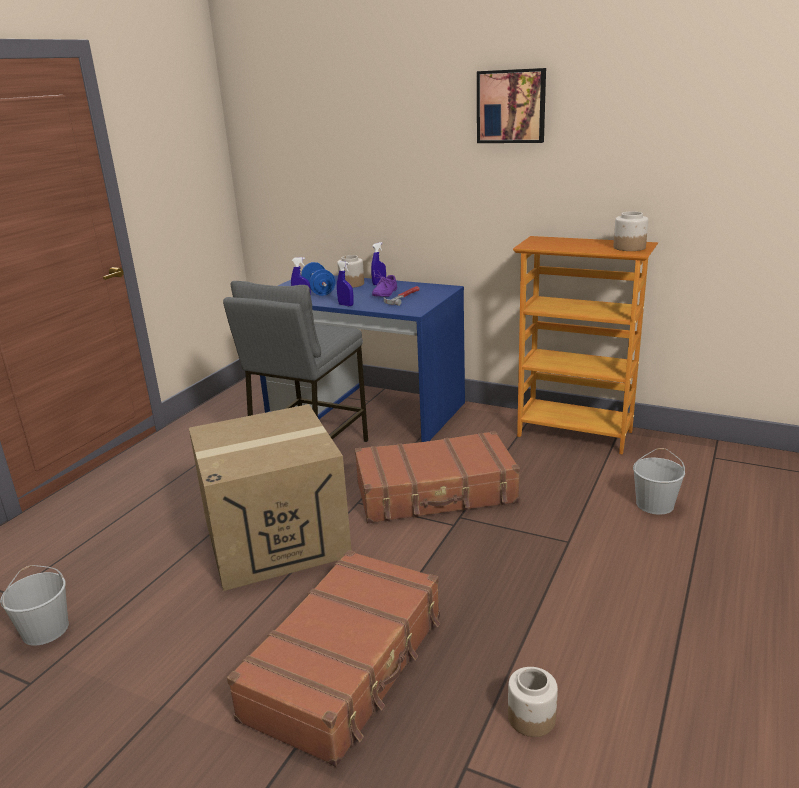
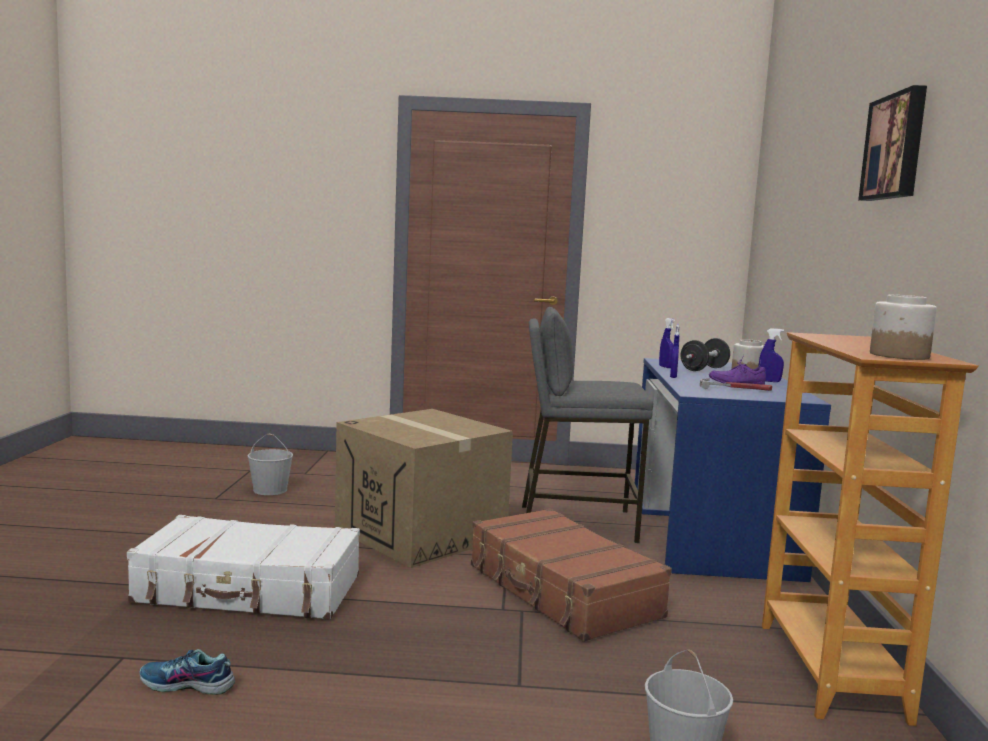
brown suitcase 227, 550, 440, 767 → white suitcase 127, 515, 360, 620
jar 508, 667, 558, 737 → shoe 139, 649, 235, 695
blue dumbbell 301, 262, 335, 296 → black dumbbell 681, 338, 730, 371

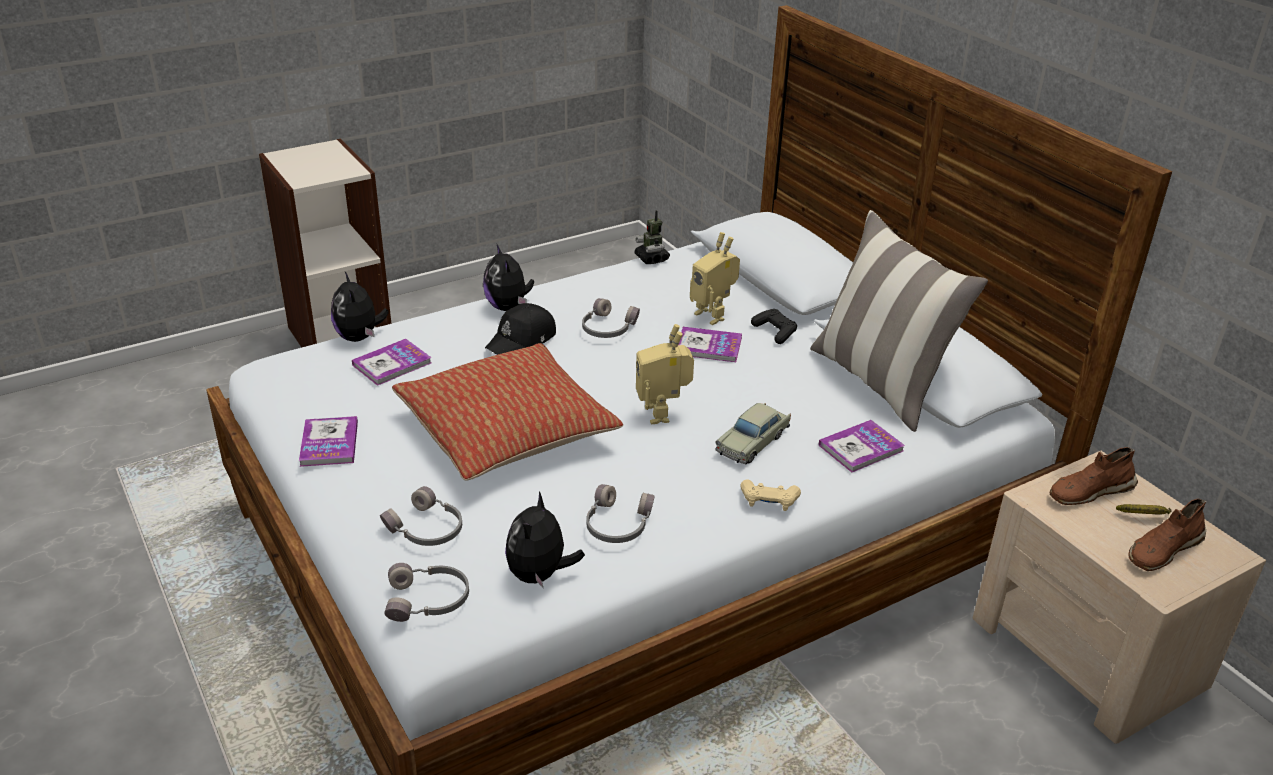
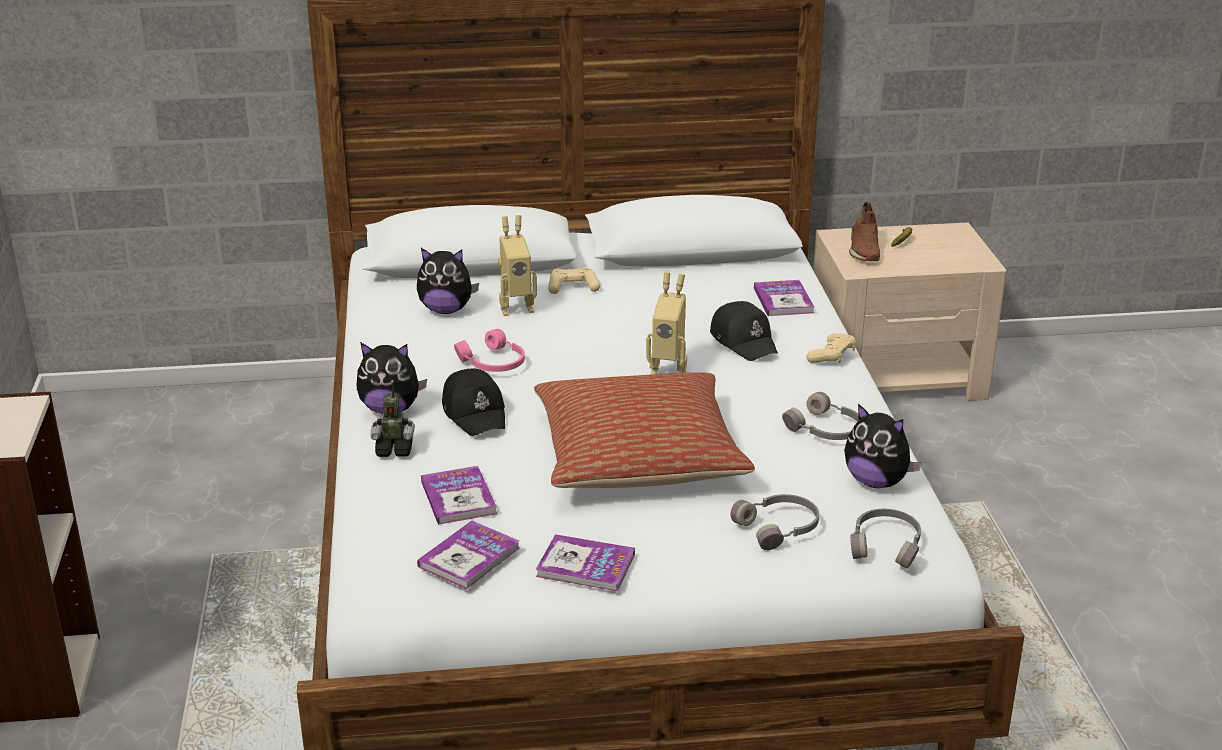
toy robot 634, 210, 670, 264 → toy robot 370, 382, 415, 457, moved
plush toy 331, 272, 389, 342 → plush toy 417, 248, 479, 314, moved
book 678, 327, 742, 362 → book 417, 521, 520, 589, moved
grey headphones 582, 298, 640, 338 → pink headphones 454, 329, 525, 372
black game controller 751, 309, 797, 344 → beige game controller 548, 267, 600, 294
beige toy car 716, 403, 791, 464 → black cap 710, 301, 778, 361
pillow 810, 210, 988, 432 → -
brown shoe 1129, 498, 1206, 571 → -

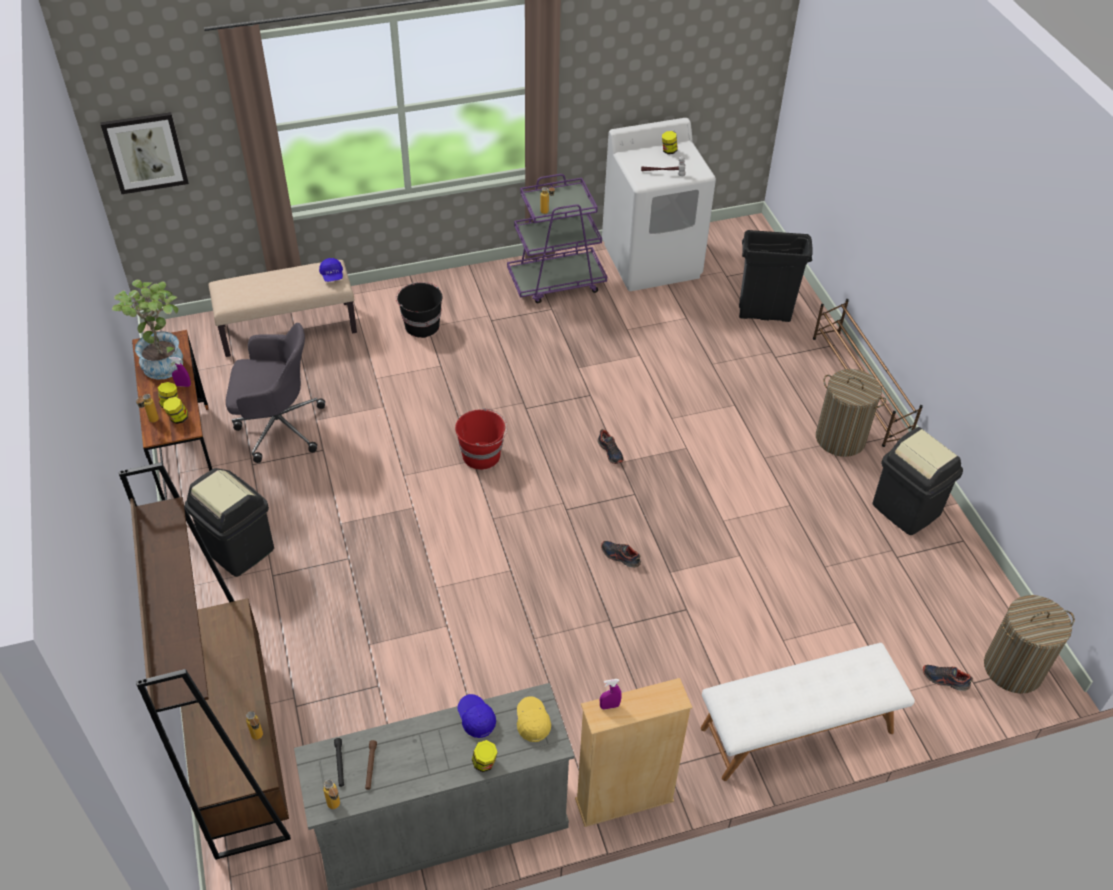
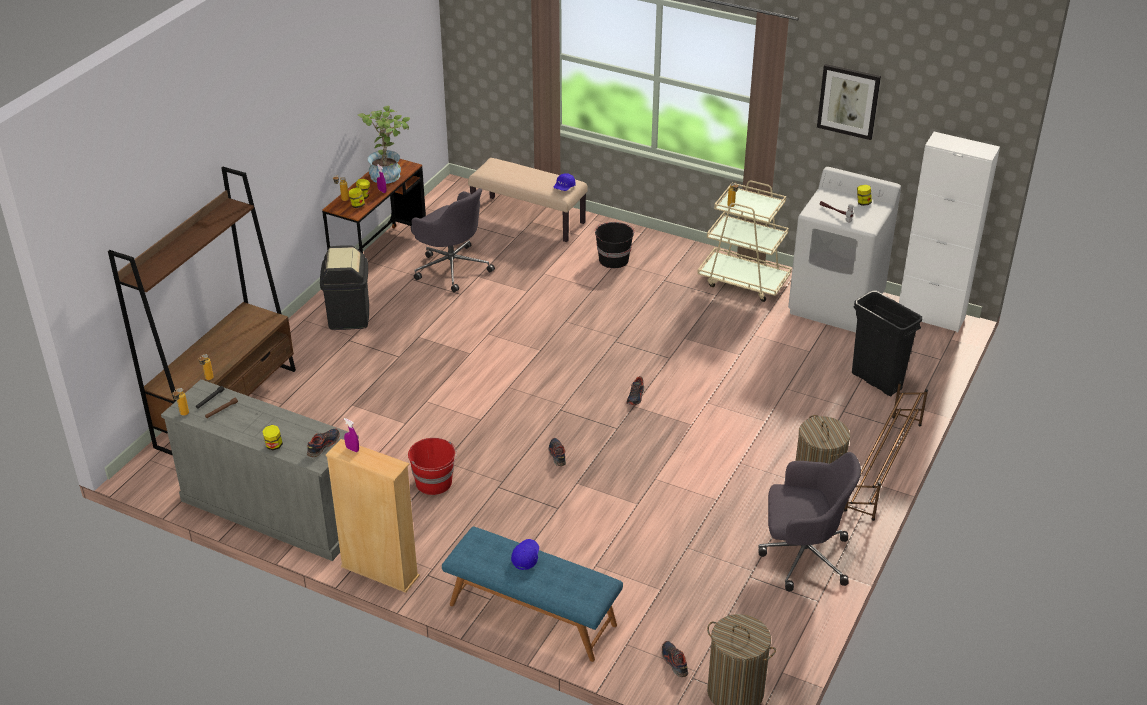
yellow cap 517, 696, 551, 742 → shoe 307, 429, 340, 457
red bucket 455, 408, 507, 470 → red bucket 408, 438, 457, 495, moved
white bench 701, 643, 915, 781 → blue bench 442, 526, 623, 662
blue cap 457, 694, 496, 738 → blue cap 511, 539, 539, 570, moved
purple cart 507, 174, 607, 303 → beige cart 697, 181, 792, 302
black trash can 873, 427, 963, 535 → grey office chair 758, 452, 861, 591
picture 100, 112, 189, 194 → picture 817, 64, 881, 140, moved
- → white cabinet 899, 132, 1000, 333

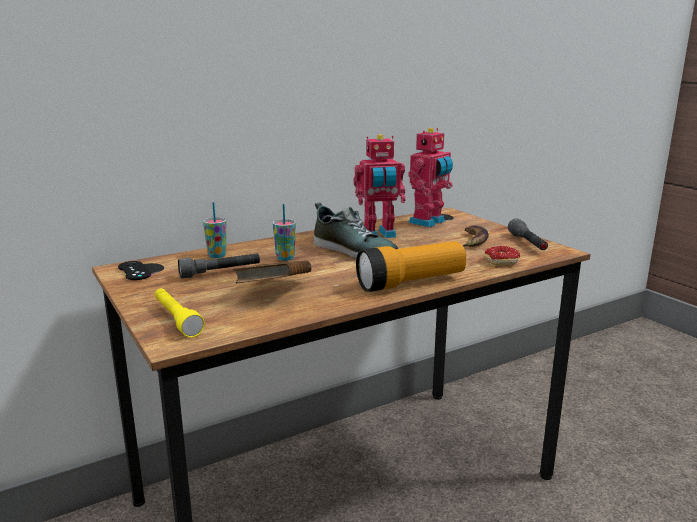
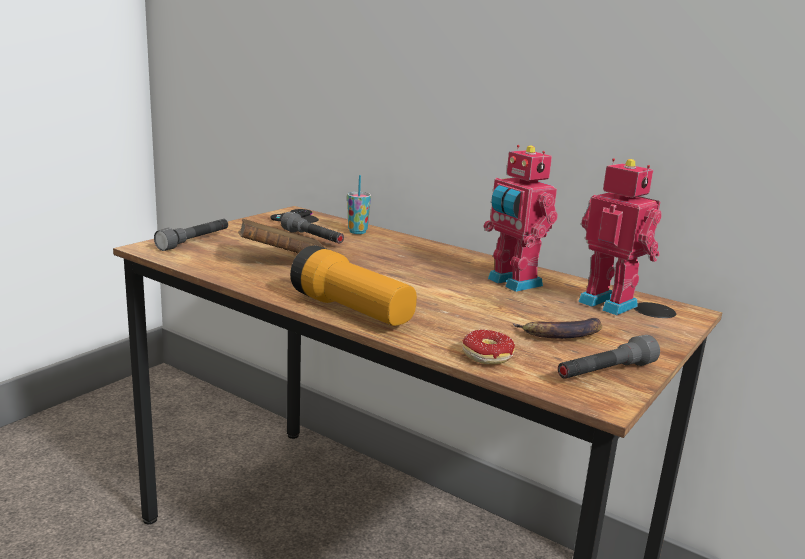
yellow flashlight 155, 288, 205, 337 → grey flashlight 154, 219, 228, 251
toy robot 409, 128, 453, 227 → toy robot 578, 158, 662, 315, 150 degrees counterclockwise
cup 273, 204, 296, 261 → -
shoe 314, 202, 398, 259 → -

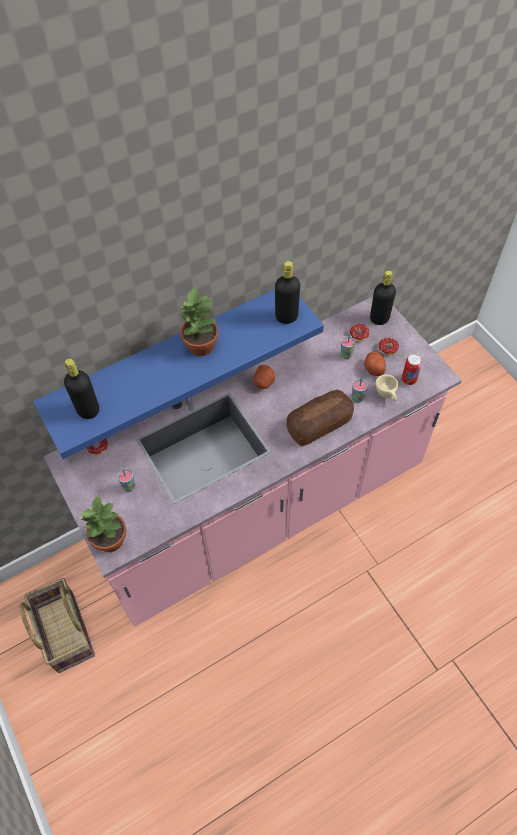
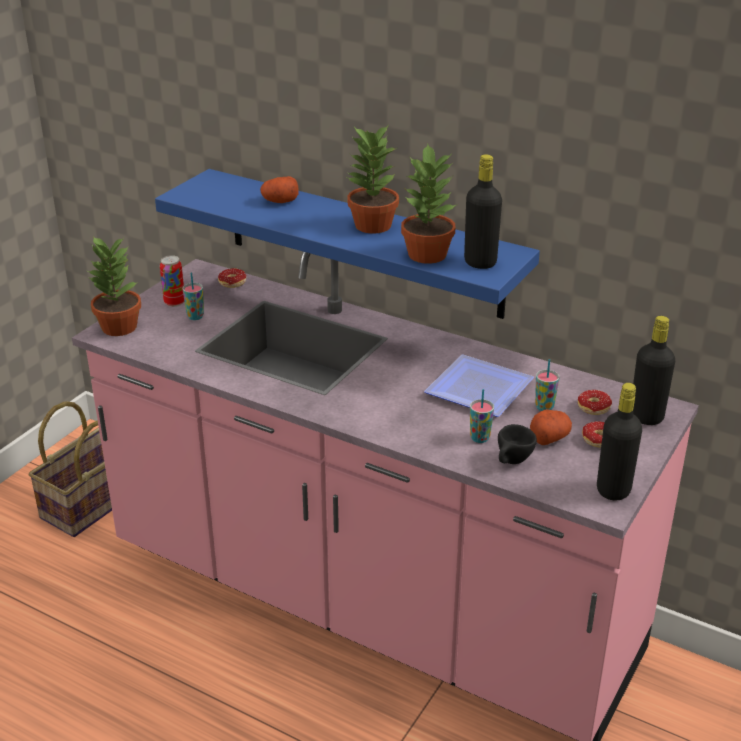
can 402, 354, 422, 385 → can 160, 255, 185, 307, moved
potato 253, 364, 275, 389 → potato 260, 176, 299, 203, moved
- → potted plant 401, 144, 456, 264
- → plate 424, 355, 534, 417
beige cup 376, 374, 398, 401 → black cup 498, 424, 537, 464
black bottle 64, 359, 99, 419 → black bottle 597, 383, 642, 500, moved
bread 286, 390, 354, 446 → -

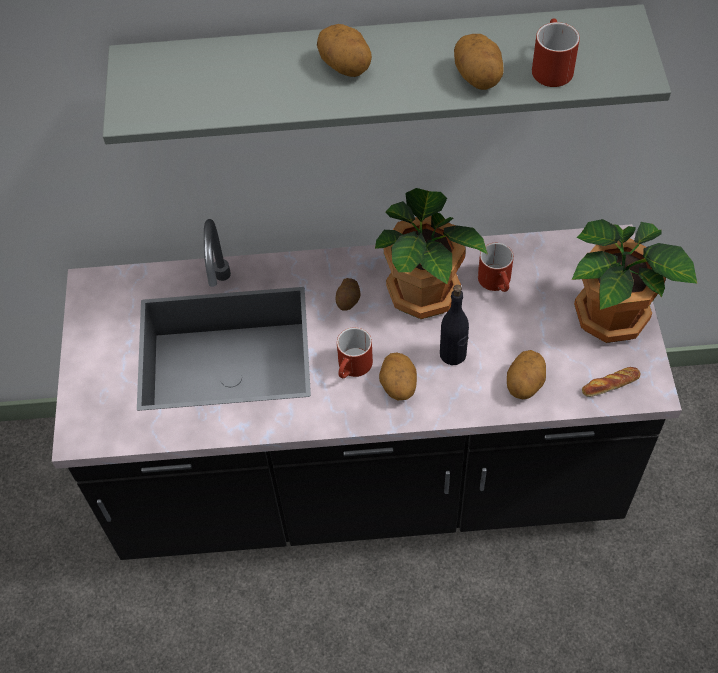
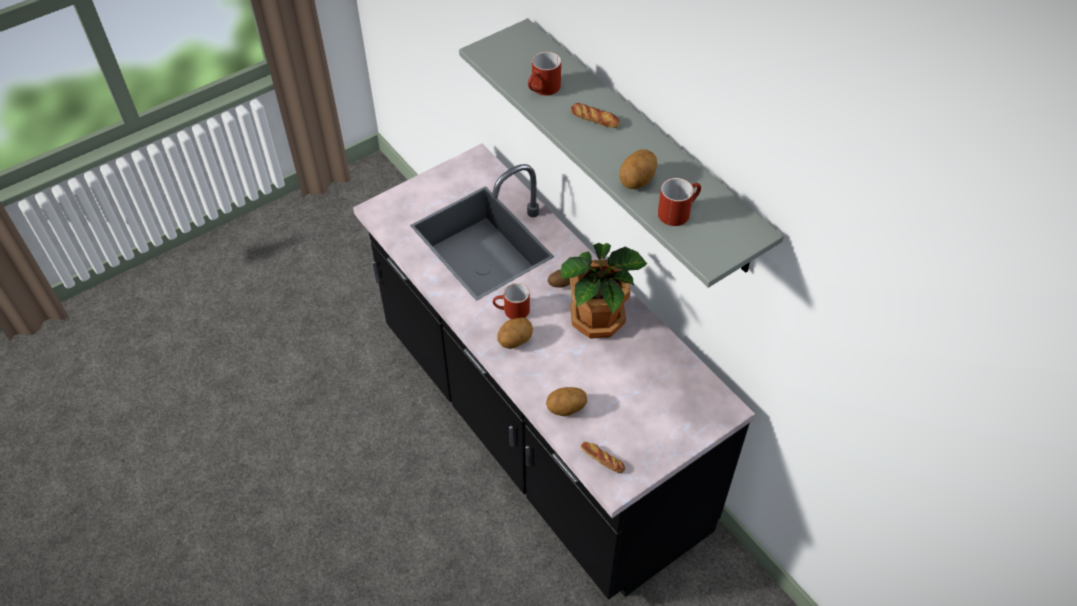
red mug 478, 243, 514, 292 → red mug 528, 51, 561, 96, moved
potato 317, 24, 372, 77 → bread 570, 103, 620, 128
black bottle 440, 285, 469, 365 → -
potted plant 572, 219, 697, 343 → -

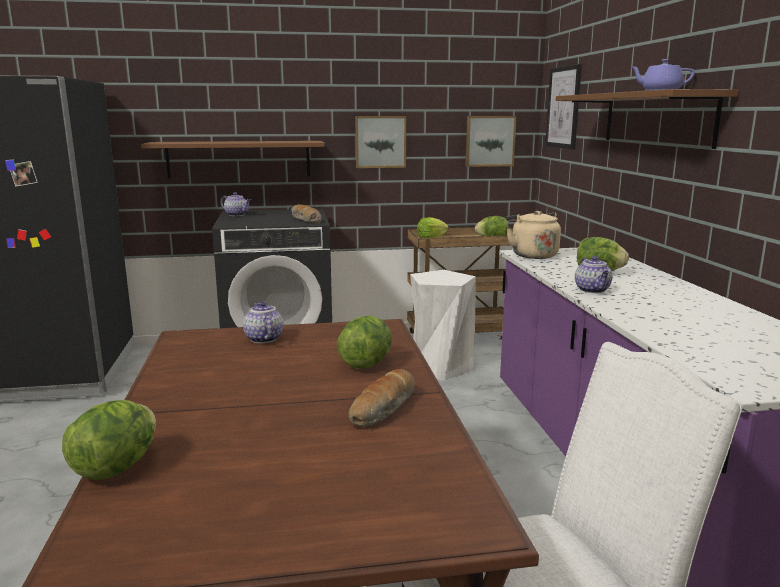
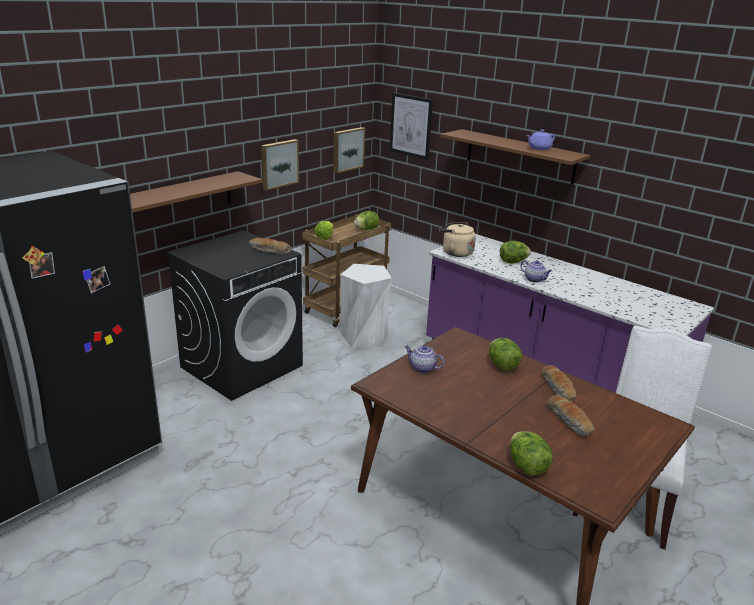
- → bread 547, 395, 595, 437
teapot 220, 192, 251, 216 → -

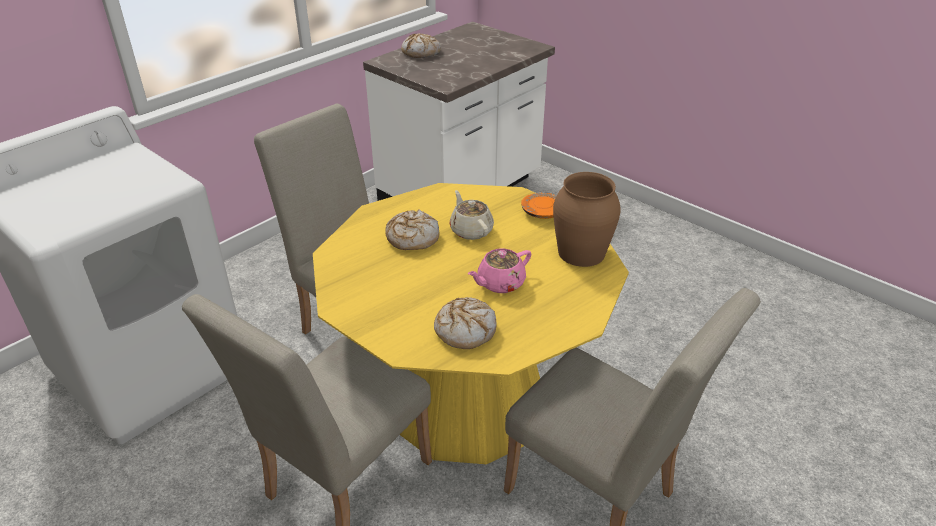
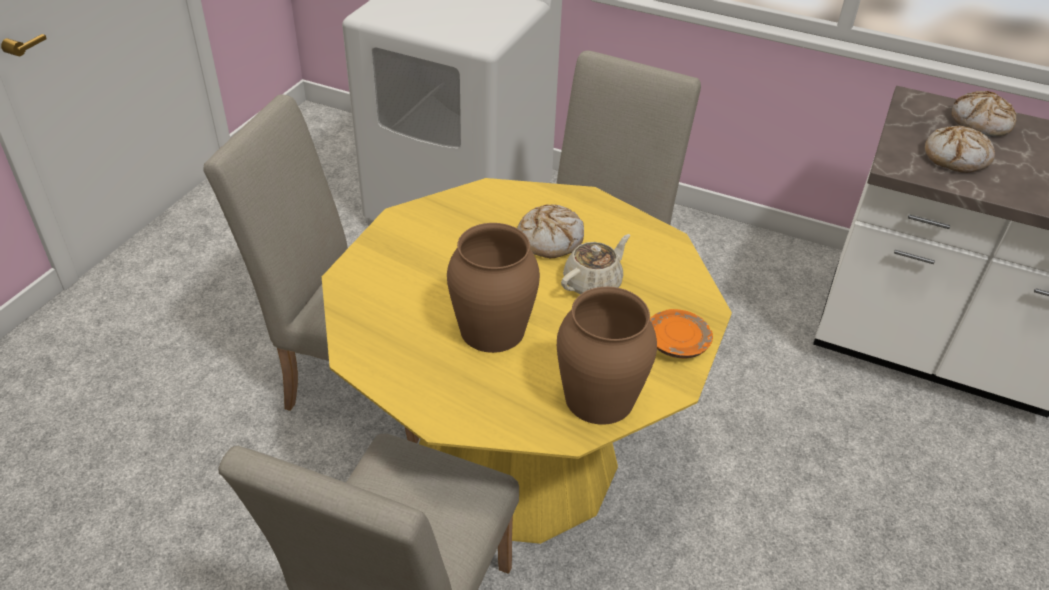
pink teapot 468, 249, 532, 293 → brown vase 447, 223, 540, 353
bread 434, 297, 496, 349 → bread 925, 126, 995, 173, moved

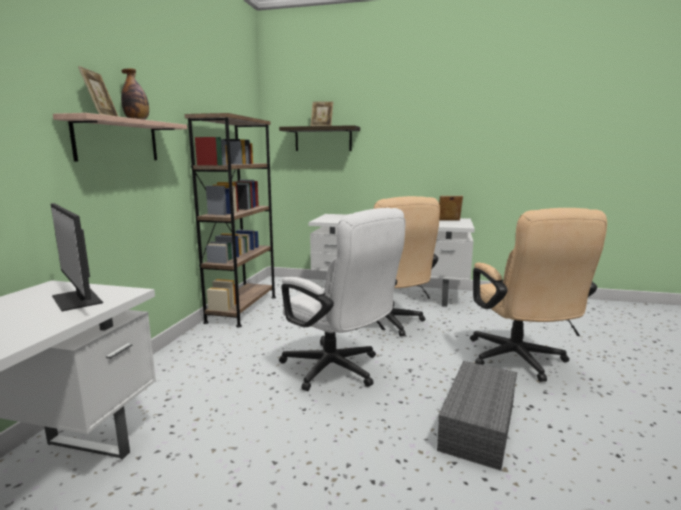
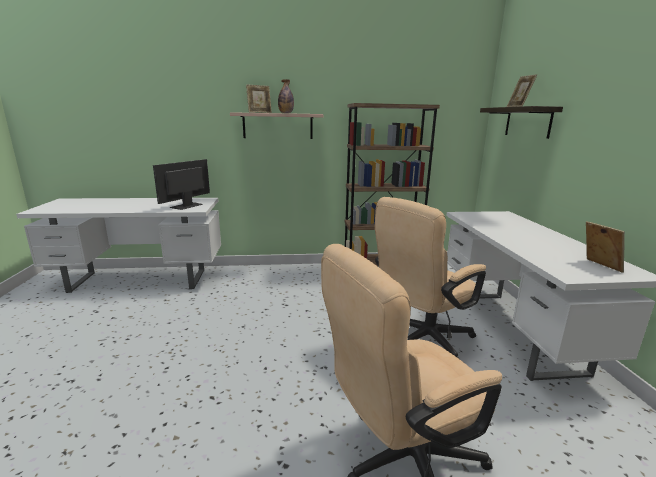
white office chair 279, 208, 406, 391 → -
grey storage box 437, 361, 517, 471 → -

